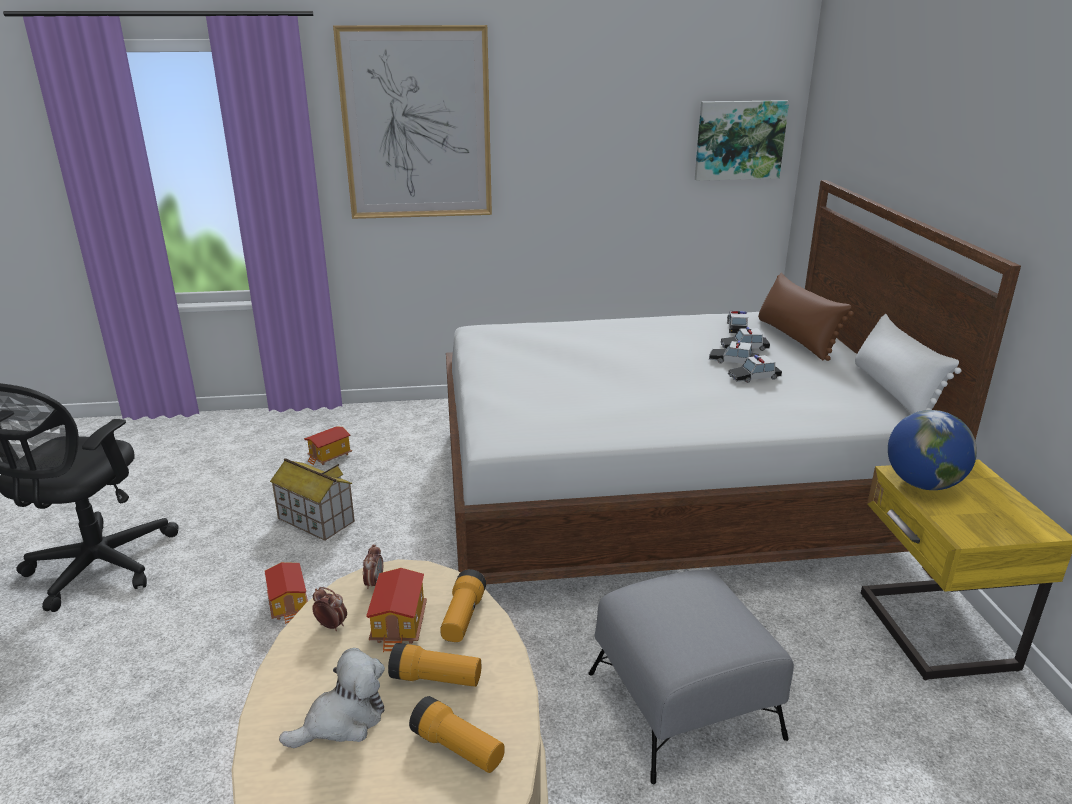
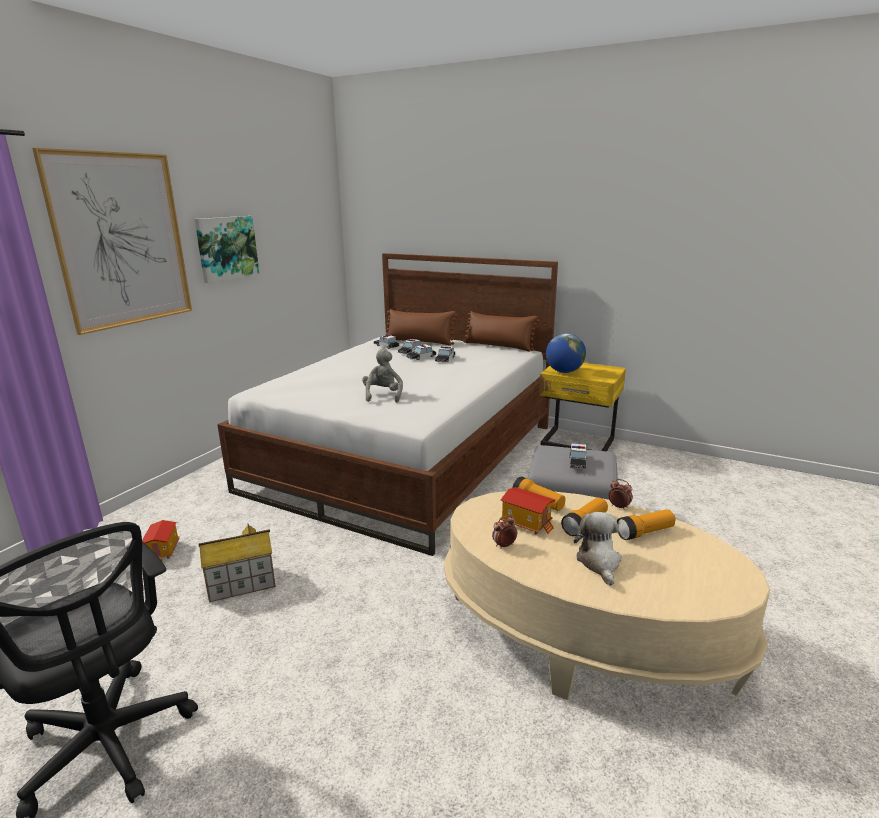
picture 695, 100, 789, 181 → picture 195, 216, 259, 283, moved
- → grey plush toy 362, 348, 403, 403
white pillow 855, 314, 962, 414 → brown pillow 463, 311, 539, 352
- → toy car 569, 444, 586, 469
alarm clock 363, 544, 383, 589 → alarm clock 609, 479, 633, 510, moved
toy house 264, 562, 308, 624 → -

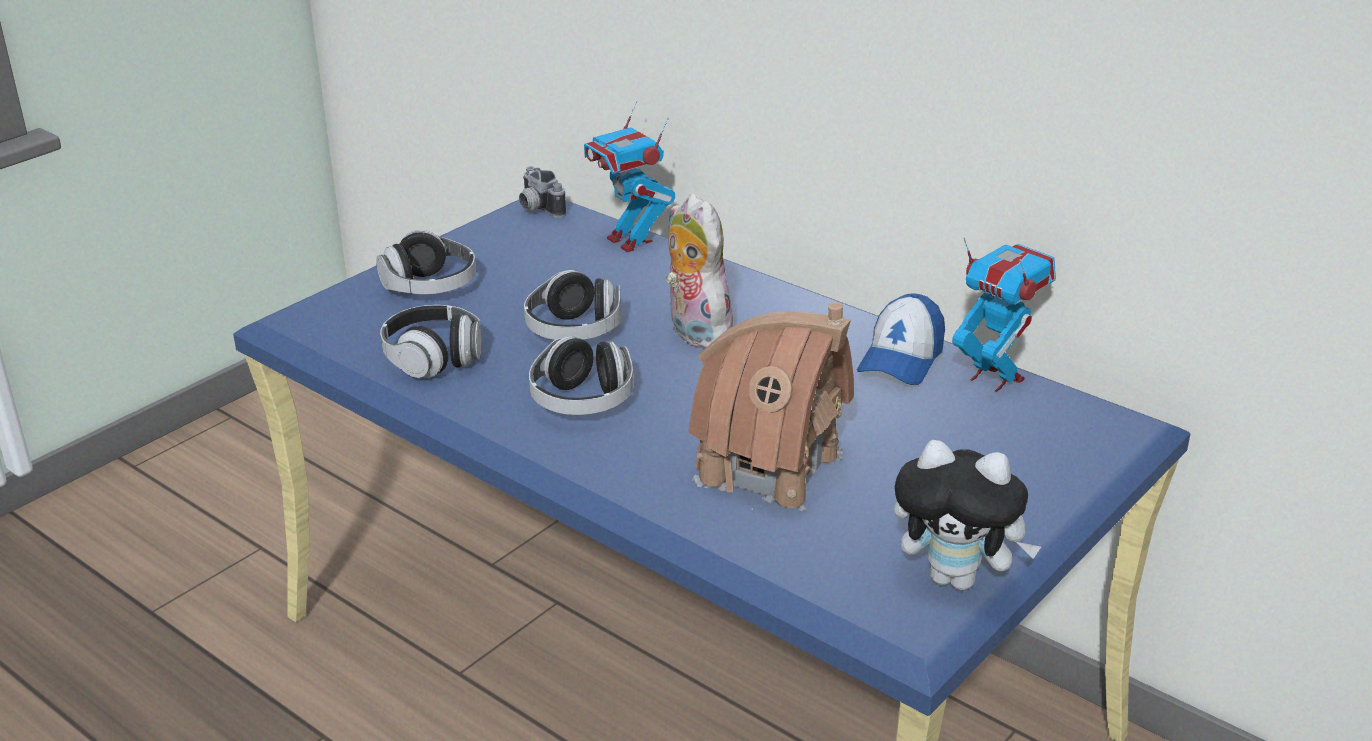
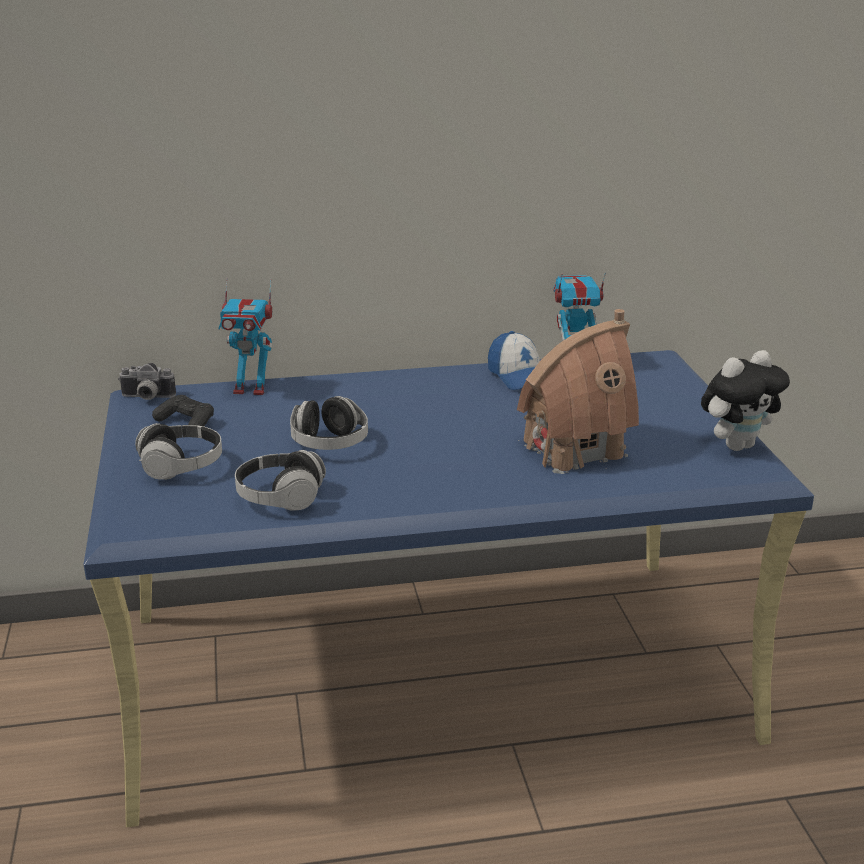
- → black game controller 152, 395, 214, 426
headphones 529, 336, 633, 415 → -
plush toy 666, 194, 733, 349 → -

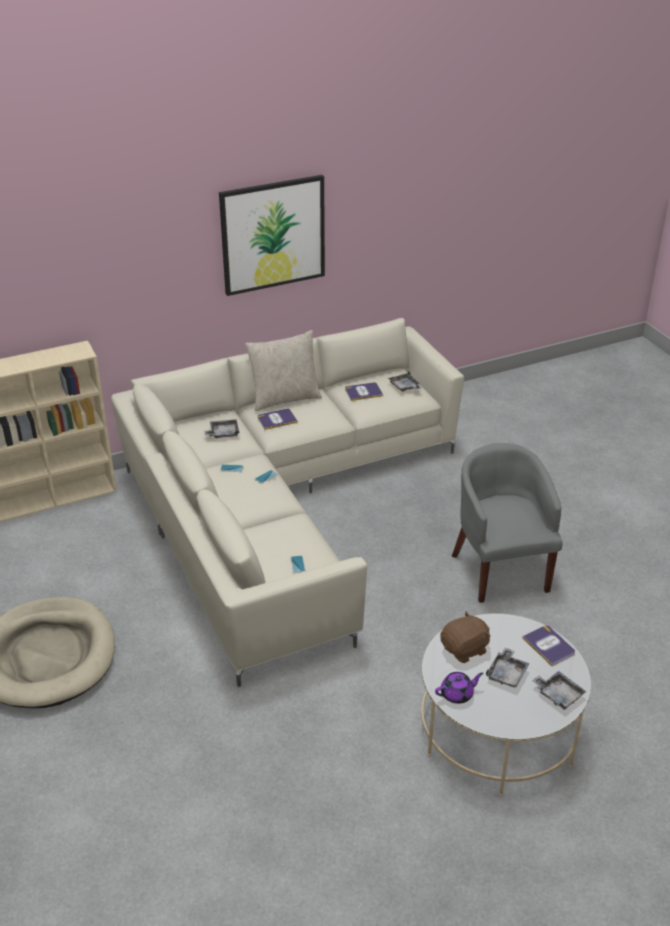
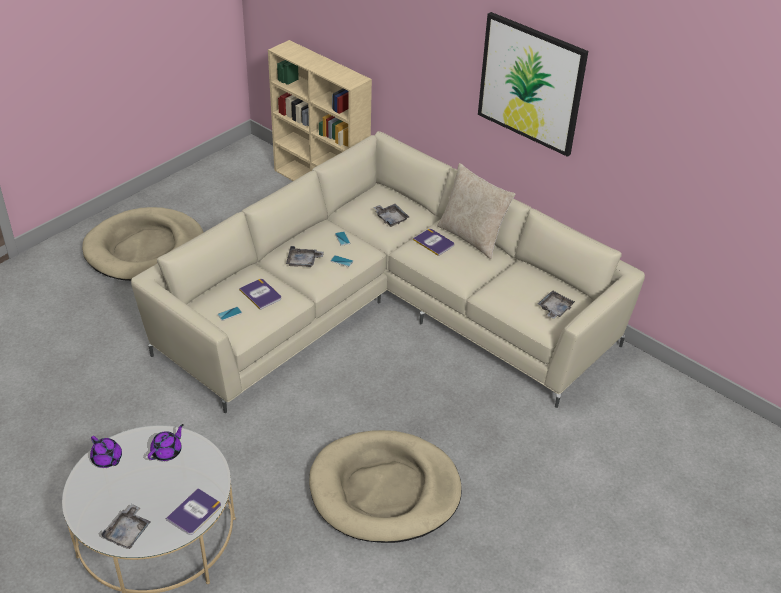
brown plush toy 440, 611, 491, 663 → purple teapot 148, 424, 184, 461
book 345, 382, 383, 401 → book 239, 279, 281, 310, moved
grey tray 486, 648, 530, 687 → grey tray 286, 246, 324, 267, moved
grey armchair 452, 443, 562, 603 → beige dog bed 309, 430, 462, 543

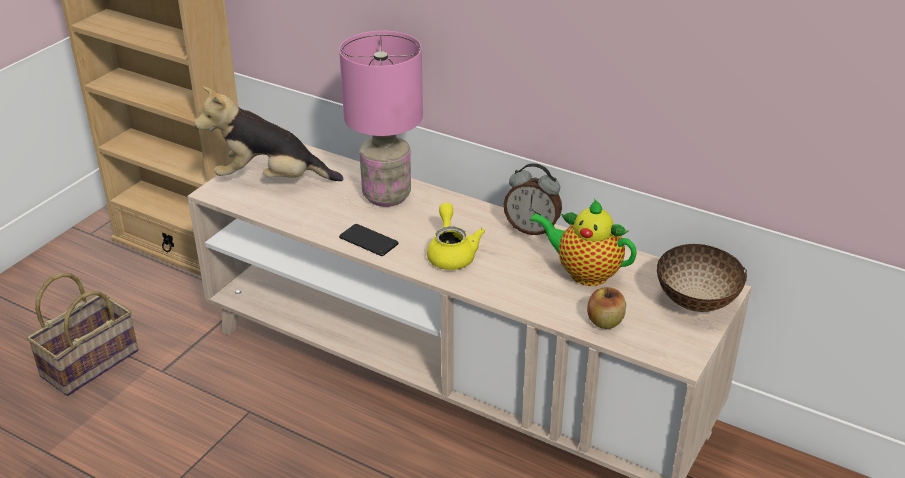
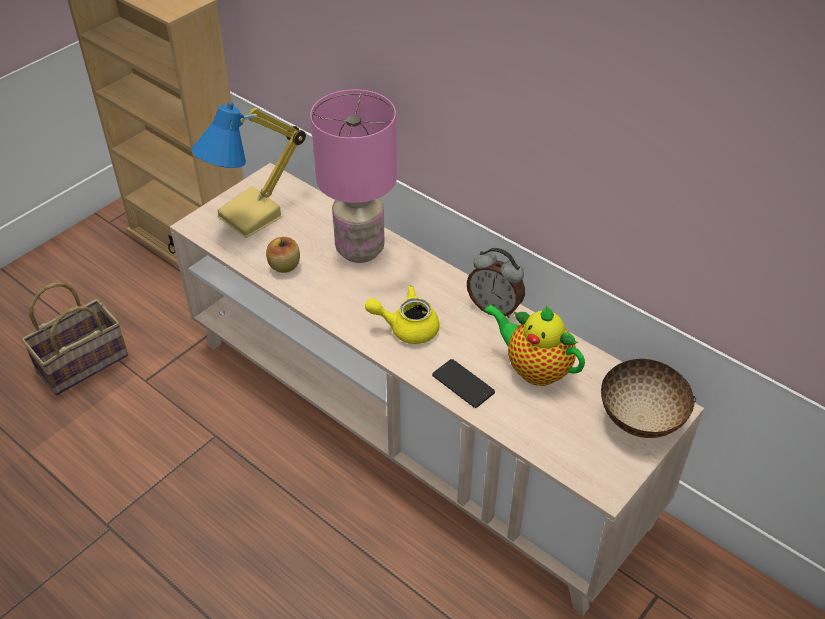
plush toy 194, 87, 343, 181 → table lamp 191, 102, 306, 238
apple 587, 287, 626, 329 → apple 266, 237, 300, 273, moved
yellow teapot 427, 203, 485, 270 → yellow teapot 365, 285, 440, 344, 90 degrees counterclockwise
phone 339, 224, 399, 256 → phone 432, 359, 495, 408, moved

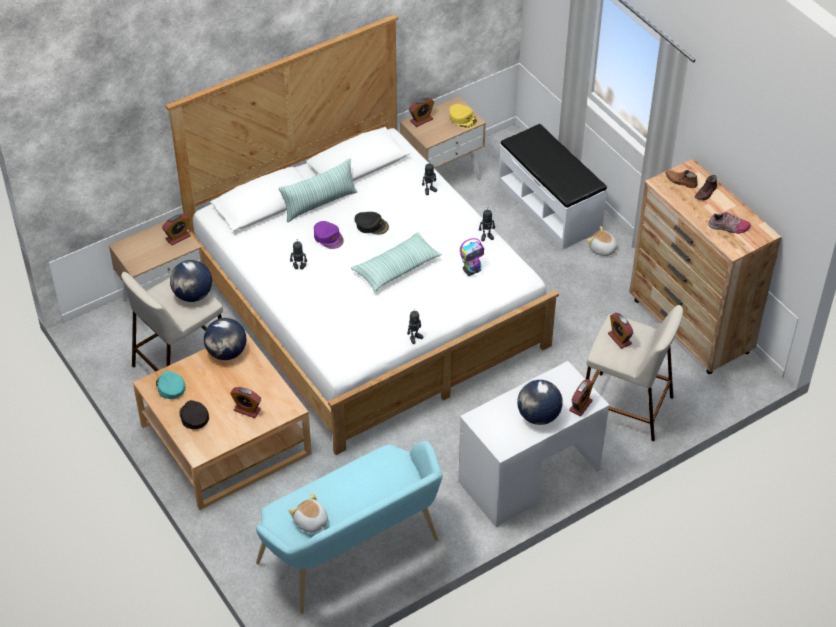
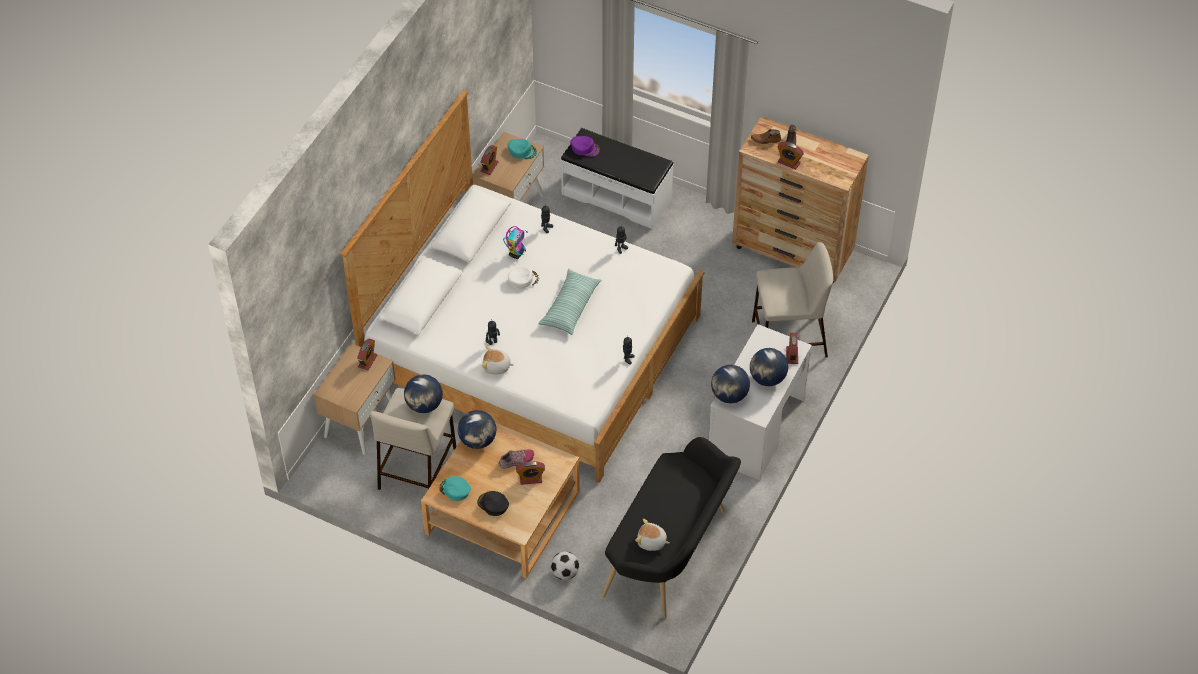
plush toy 587, 226, 618, 256 → plush toy 481, 346, 514, 375, moved
shoe 708, 211, 751, 234 → shoe 498, 449, 534, 469, moved
toy robot 460, 238, 484, 276 → toy robot 503, 226, 528, 259, moved
yellow cap 449, 104, 477, 129 → turquoise cap 507, 139, 537, 160
black cap 354, 212, 389, 234 → white cap 508, 267, 540, 289
- → football 551, 551, 579, 580
purple cap 314, 221, 344, 249 → purple cap 570, 136, 600, 157, moved
turquoise bench 256, 441, 443, 614 → black bench 602, 437, 741, 618
- → globe 711, 365, 750, 403
alarm clock 608, 313, 634, 349 → alarm clock 777, 142, 804, 170, moved
pillow 279, 158, 357, 222 → -

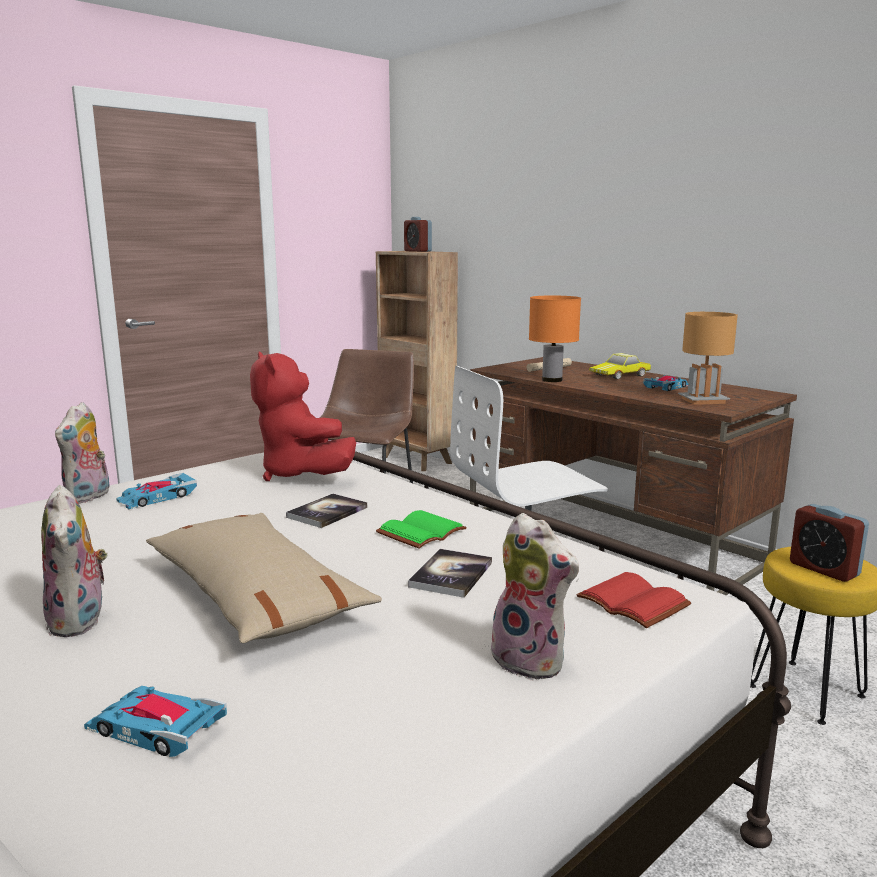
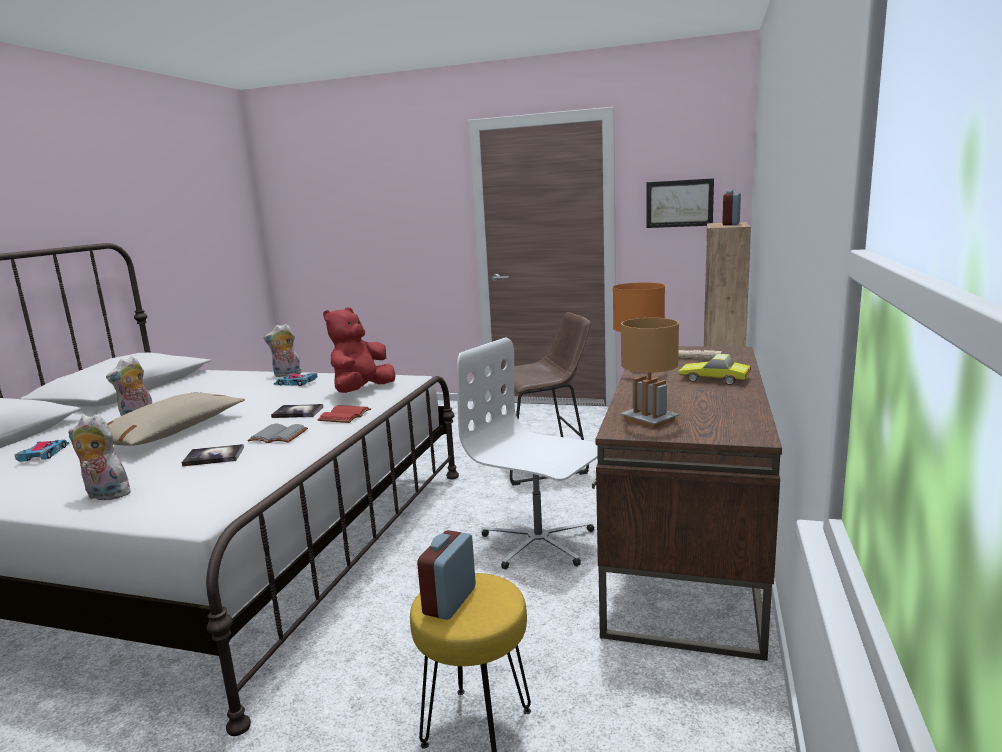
plush toy 488, 513, 579, 680 → plush toy 68, 414, 136, 500, 90 degrees clockwise
green book 376, 510, 467, 548 → grey book 247, 424, 308, 443
red book 576, 572, 691, 628 → red book 318, 405, 371, 423, moved
- → picture 646, 178, 714, 228
toy car 643, 375, 688, 391 → -

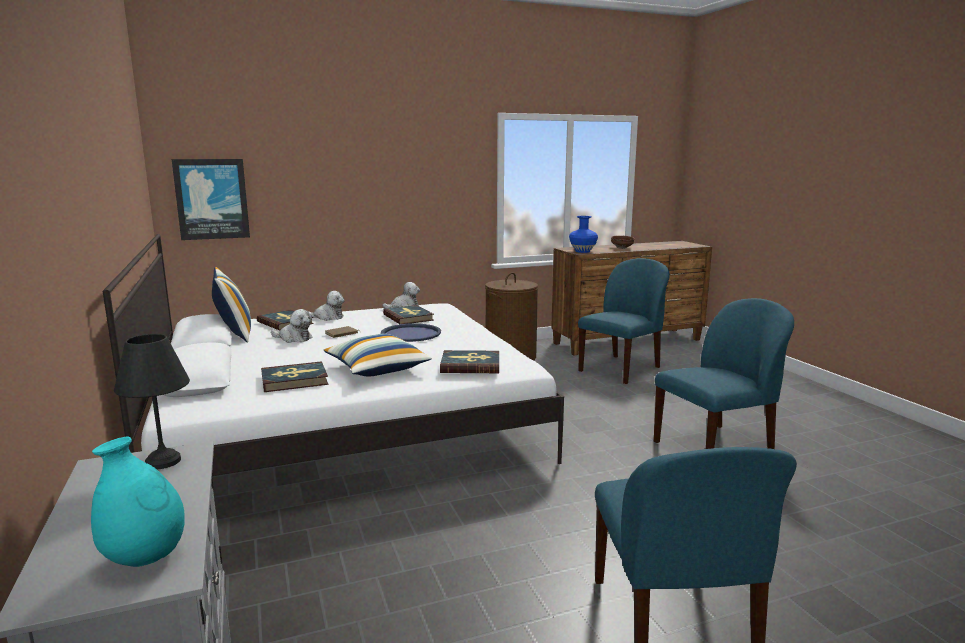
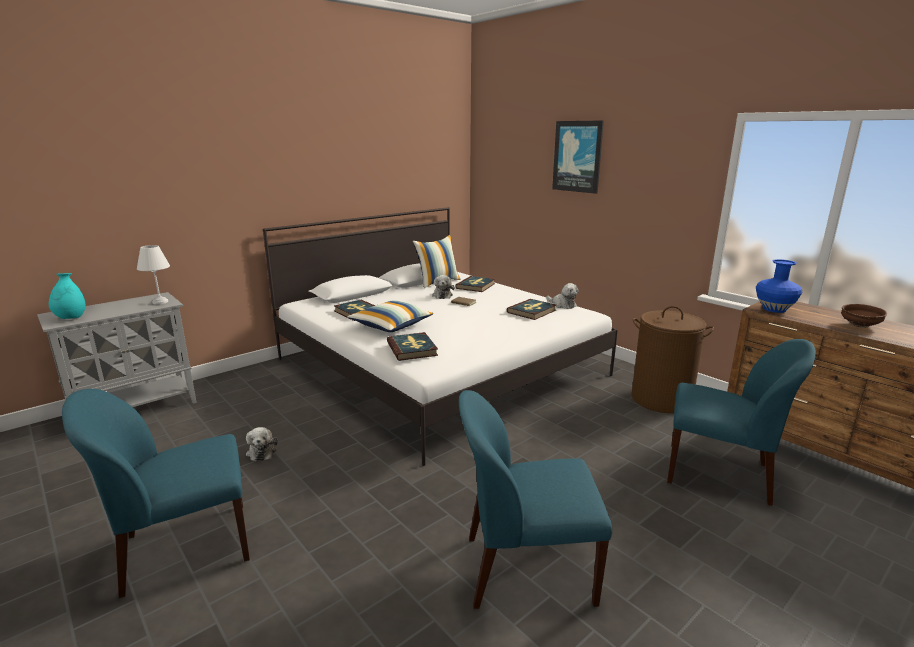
black table lamp 114, 334, 190, 469 → white table lamp 137, 245, 170, 305
plush toy 308, 291, 345, 321 → plush toy 246, 427, 278, 462, moved
blue chair 654, 298, 794, 449 → blue chair 459, 390, 612, 609, 135 degrees clockwise
picture 172, 159, 250, 240 → picture 552, 120, 604, 194, moved
blue tray 381, 323, 441, 342 → -

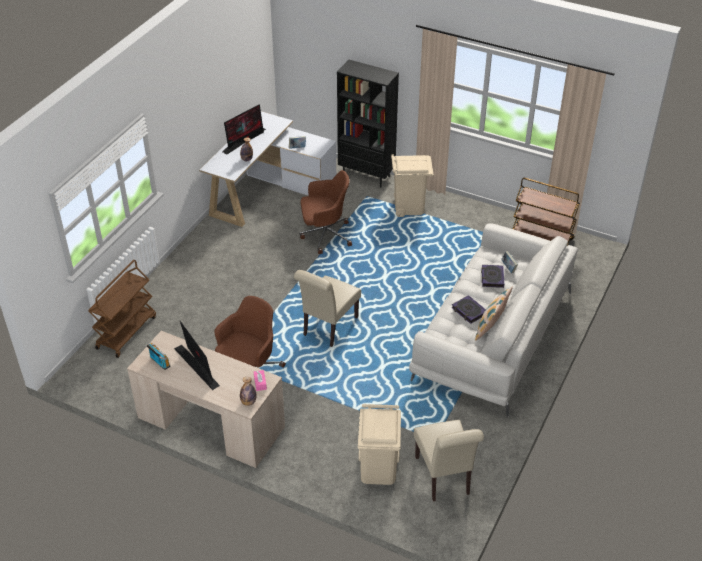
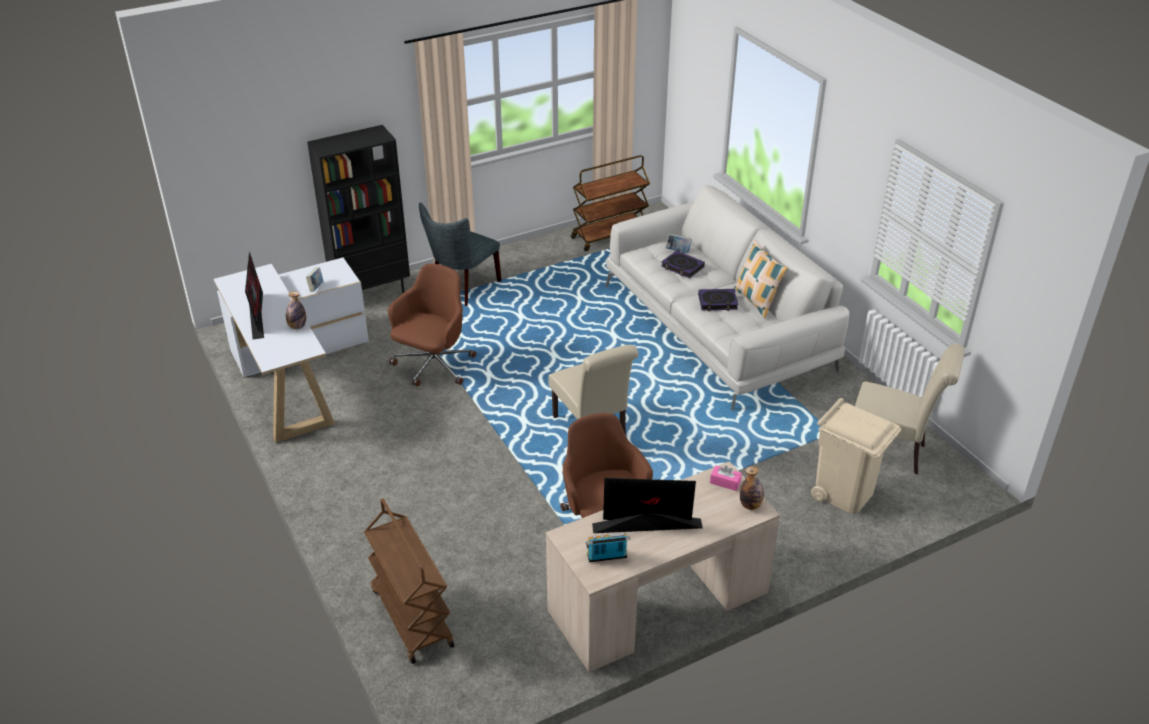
beige trash can 391, 154, 433, 217 → grey chair 419, 202, 502, 306

